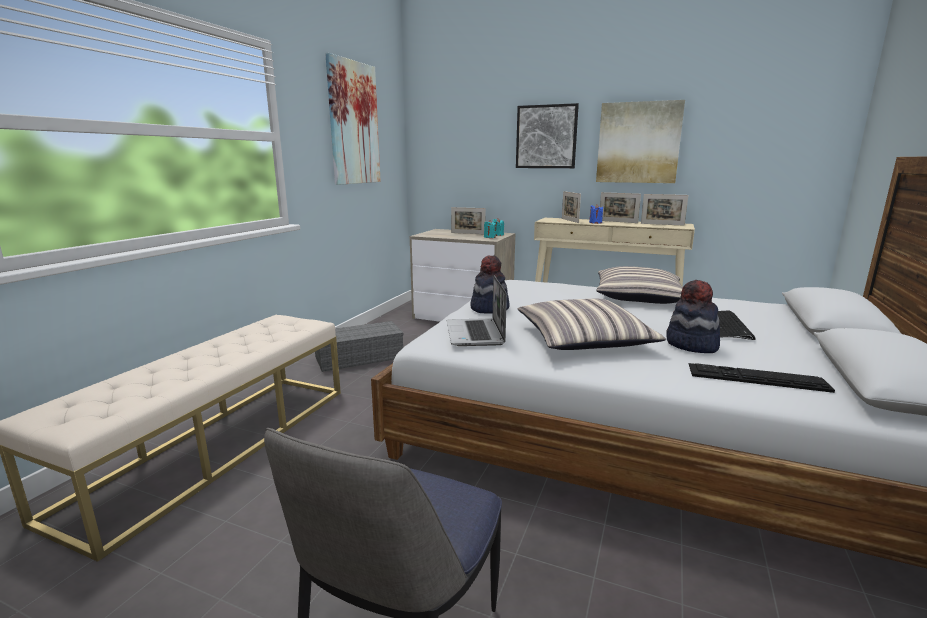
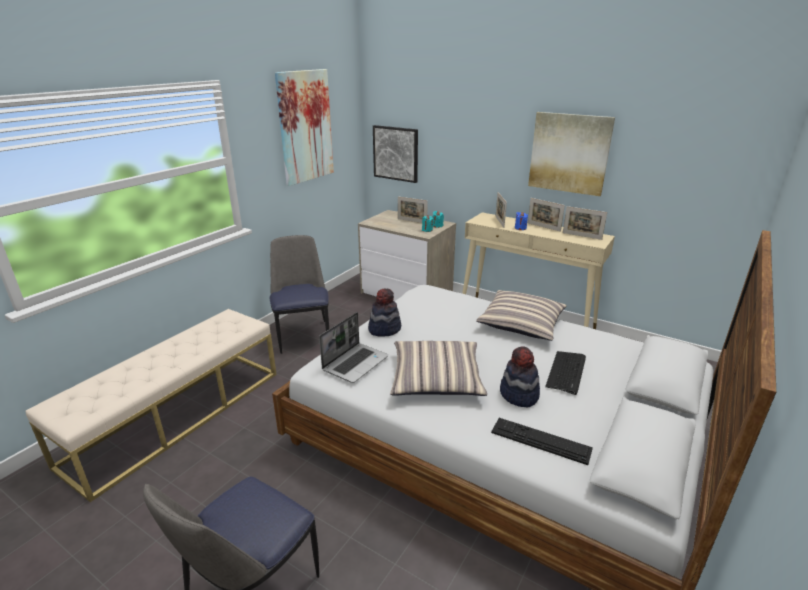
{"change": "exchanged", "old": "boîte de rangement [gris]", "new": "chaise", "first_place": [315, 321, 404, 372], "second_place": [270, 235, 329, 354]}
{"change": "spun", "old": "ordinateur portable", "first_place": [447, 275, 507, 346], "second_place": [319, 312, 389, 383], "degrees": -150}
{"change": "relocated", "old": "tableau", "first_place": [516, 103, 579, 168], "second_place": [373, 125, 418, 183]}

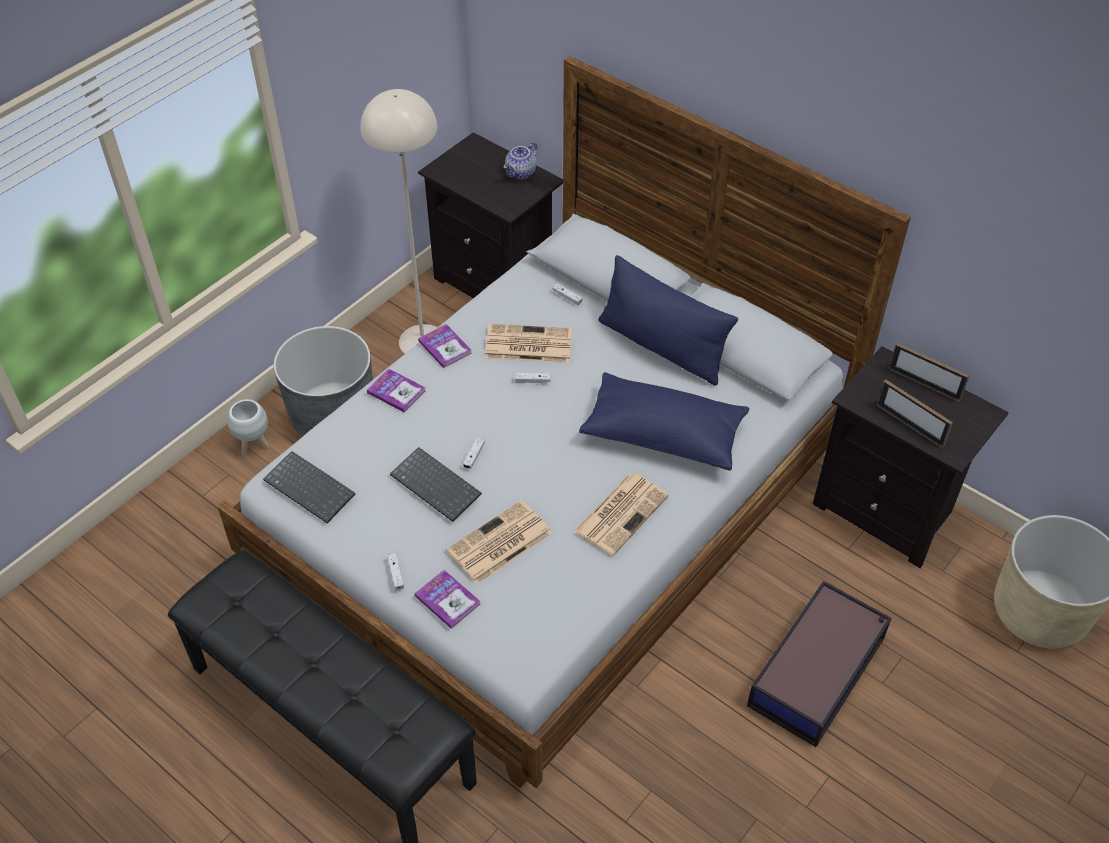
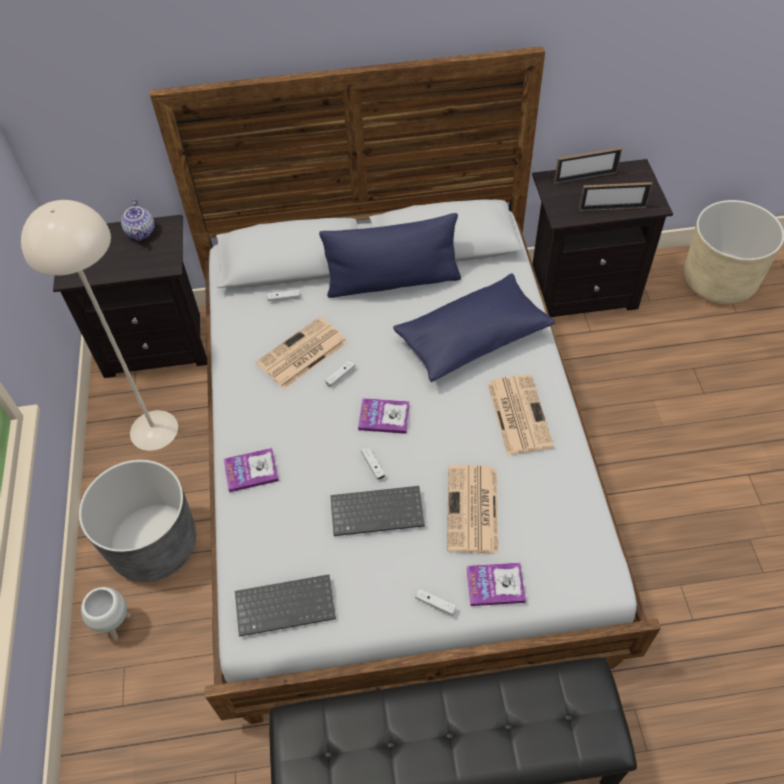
{"change": "relocated", "old": "livre", "first_place": [418, 324, 472, 368], "second_place": [358, 398, 410, 434]}
{"change": "missing", "old": "boîte de rangement", "first_place": [747, 581, 892, 747]}

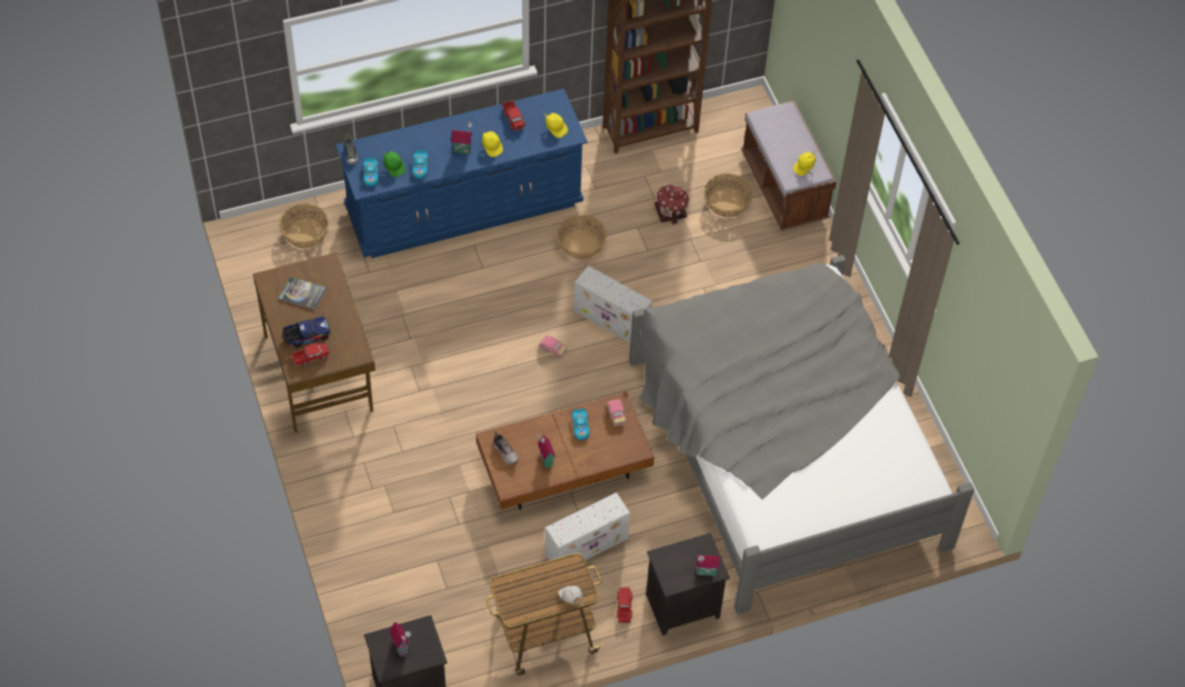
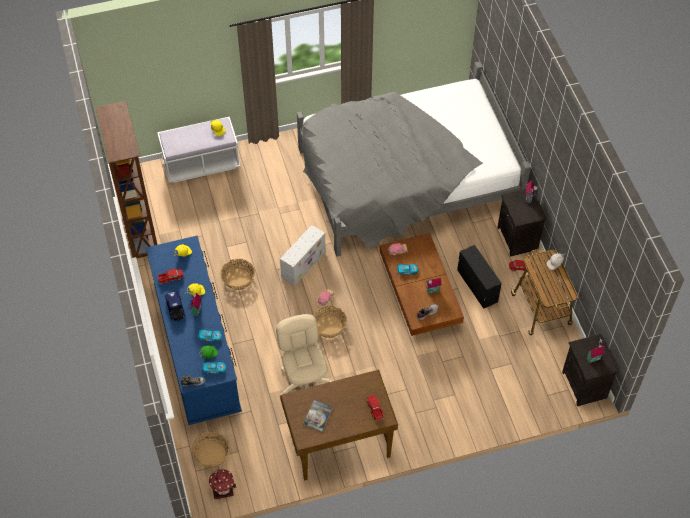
{"change": "relocated", "old": "camion jouet", "first_place": [282, 316, 330, 348], "second_place": [165, 291, 185, 321]}
{"change": "colour", "old": "boîte de rangement [blanc]", "new": "boîte de rangement [noir]", "first_place": [545, 492, 630, 569], "second_place": [457, 245, 502, 309]}
{"change": "relocated", "old": "maison miniature", "first_place": [655, 185, 689, 225], "second_place": [209, 469, 236, 499]}
{"change": "relocated", "old": "panier", "first_place": [704, 173, 753, 217], "second_place": [313, 305, 347, 338]}
{"change": "colour", "old": "banc [marron]", "new": "banc [blanc]", "first_place": [741, 101, 836, 230], "second_place": [157, 117, 240, 183]}
{"change": "appeared", "new": "chaise de bureau [beige]", "second_place": [276, 314, 332, 395]}

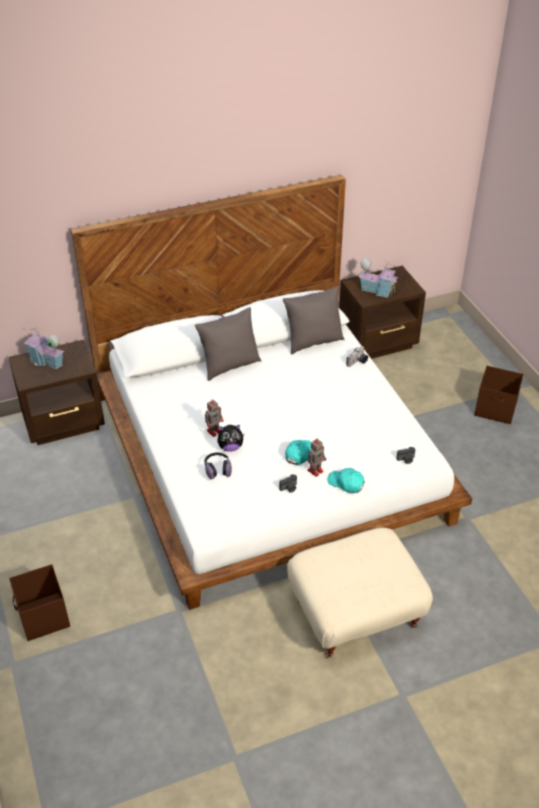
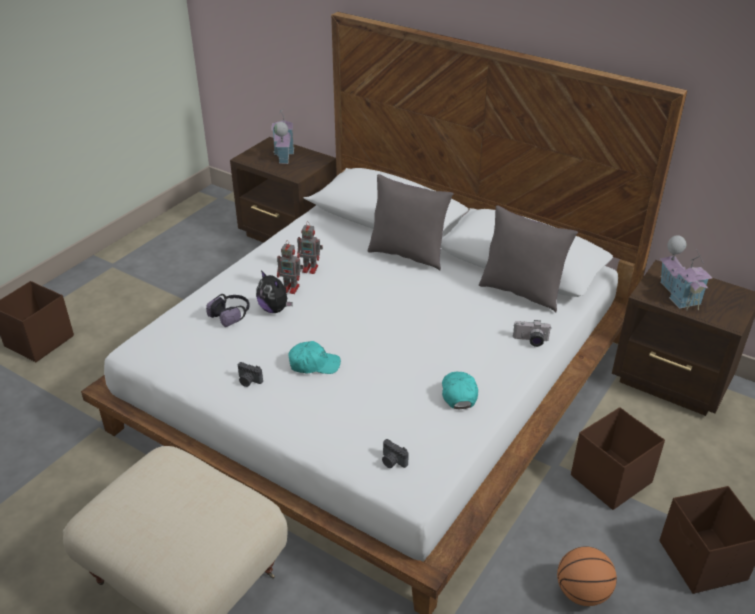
{"change": "relocated", "old": "robot jouet", "first_place": [307, 439, 326, 477], "second_place": [297, 222, 323, 274]}
{"change": "relocated", "old": "casquette [turquoise]", "first_place": [327, 468, 365, 493], "second_place": [442, 372, 478, 409]}
{"change": "appeared", "new": "ballon de basket", "second_place": [557, 546, 617, 606]}
{"change": "appeared", "new": "boîte de rangement [marron]", "second_place": [571, 407, 665, 510]}

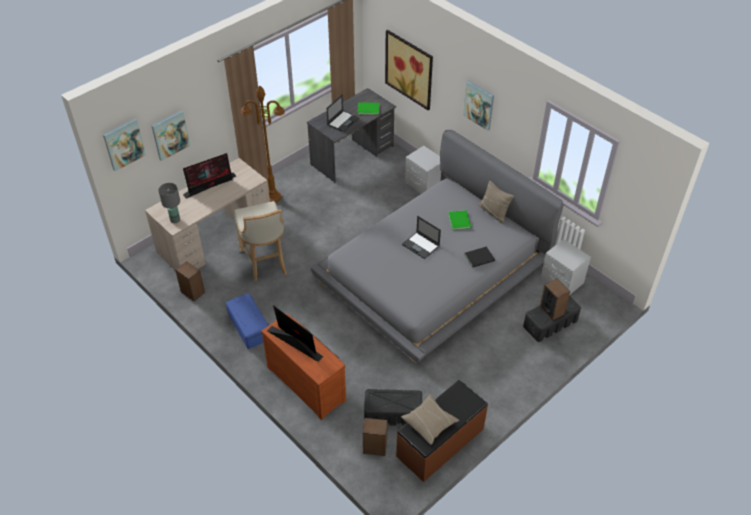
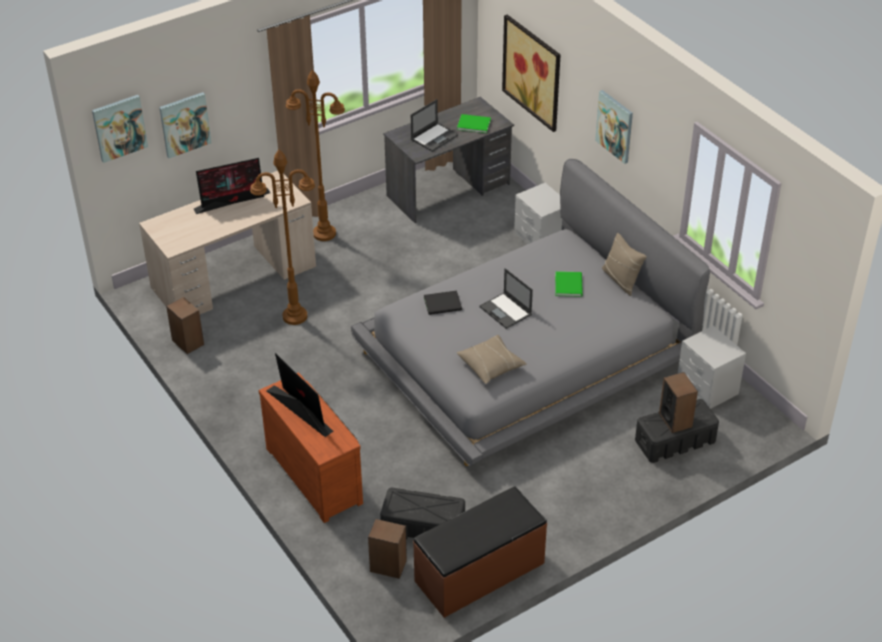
{"change": "missing", "old": "lampe de table [gris]", "first_place": [158, 183, 180, 223]}
{"change": "missing", "old": "boîte de rangement [bleu]", "first_place": [226, 293, 269, 349]}
{"change": "exchanged", "old": "tabouret [beige]", "new": "lampadaire [marron]", "first_place": [234, 201, 287, 281], "second_place": [250, 149, 315, 325]}
{"change": "relocated", "old": "coussin [beige]", "first_place": [401, 395, 459, 445], "second_place": [457, 335, 526, 384]}
{"change": "relocated", "old": "livre [noir]", "first_place": [464, 246, 495, 268], "second_place": [424, 291, 462, 315]}

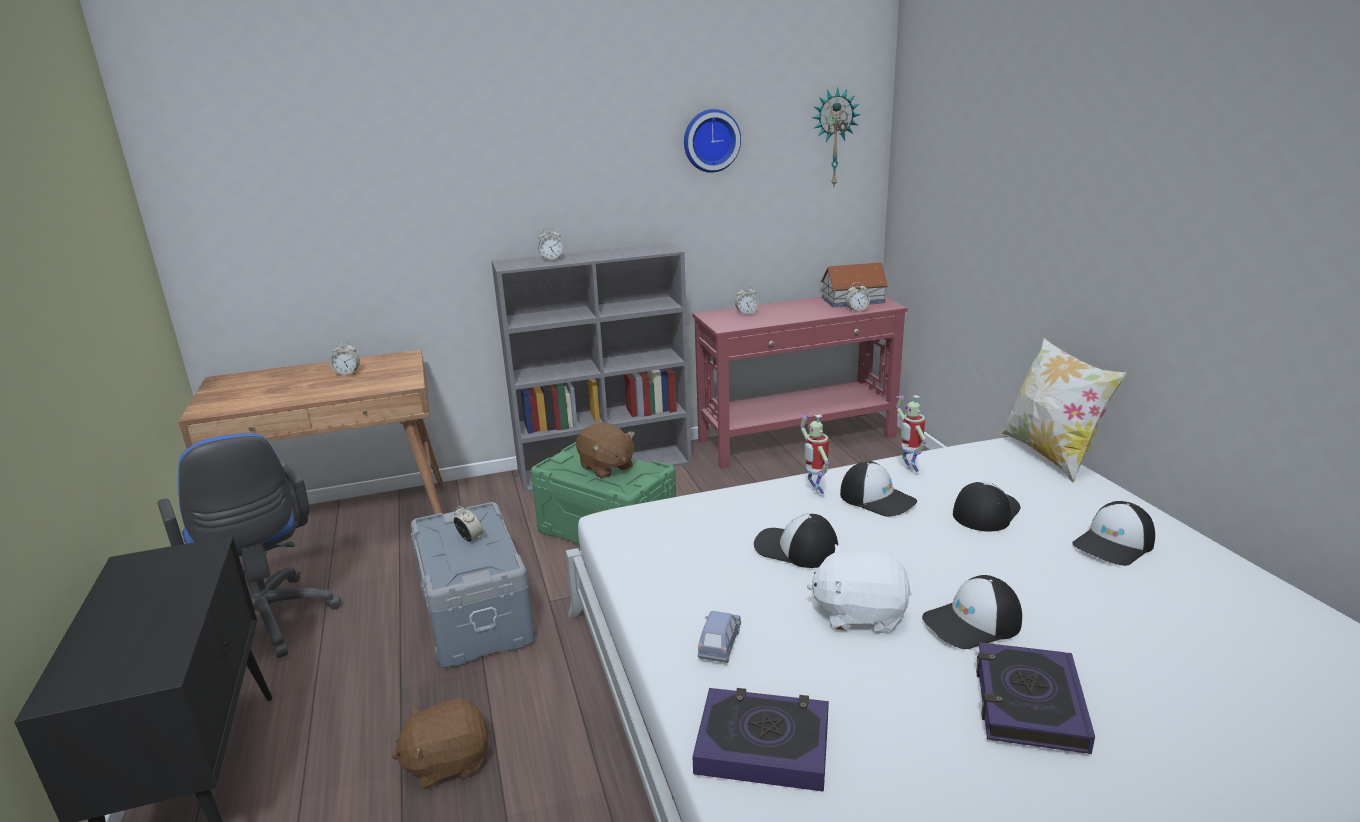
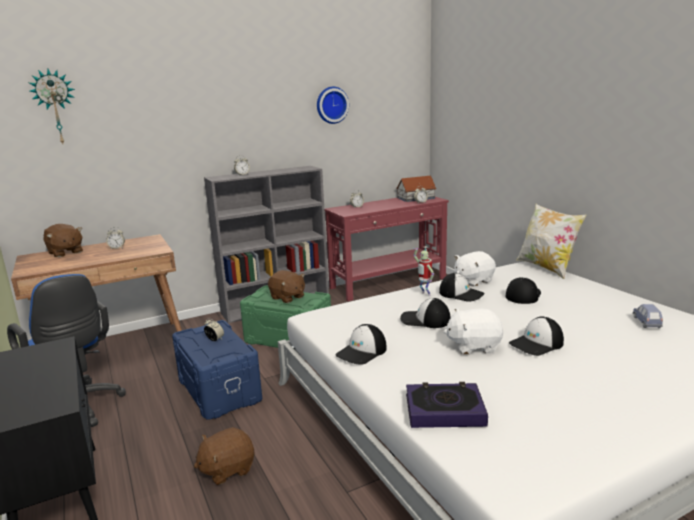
{"change": "colour", "old": "boîte de rangement [gris]", "new": "boîte de rangement [bleu]", "first_place": [411, 502, 535, 668], "second_place": [172, 320, 262, 420]}
{"change": "relocated", "old": "petite voiture [bleu]", "first_place": [698, 611, 741, 663], "second_place": [633, 304, 663, 328]}
{"change": "relocated", "old": "horloge murale", "first_place": [812, 87, 861, 186], "second_place": [28, 69, 75, 144]}
{"change": "exchanged", "old": "robot jouet", "new": "peluche [blanc]", "first_place": [896, 395, 926, 475], "second_place": [455, 251, 496, 286]}
{"change": "missing", "old": "livre", "first_place": [976, 642, 1095, 754]}
{"change": "relocated", "old": "casquette", "first_place": [1072, 501, 1155, 566], "second_place": [336, 324, 387, 365]}
{"change": "appeared", "new": "peluche [marron]", "second_place": [43, 224, 83, 257]}

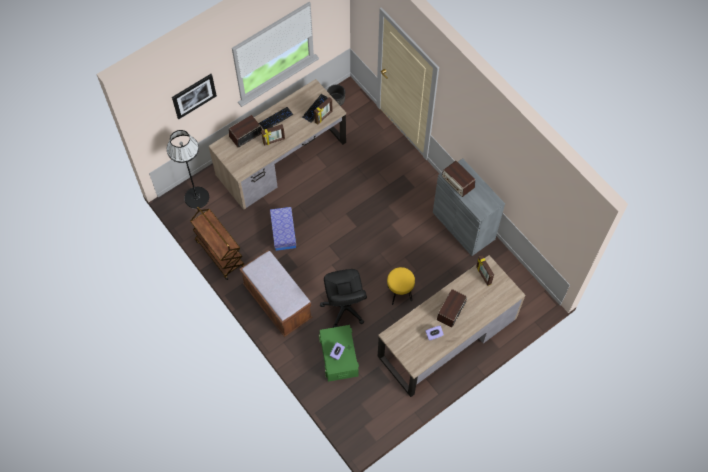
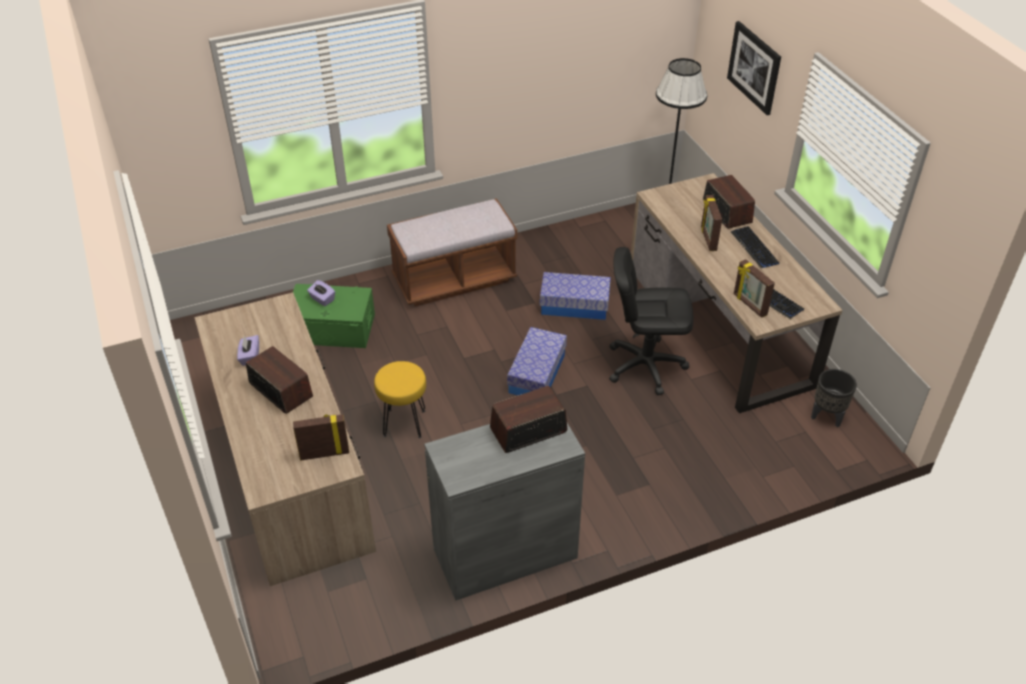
{"change": "missing", "old": "chariot [marron]", "first_place": [190, 207, 245, 280]}
{"change": "relocated", "old": "chaise de bureau [noir]", "first_place": [320, 269, 367, 328], "second_place": [609, 247, 693, 395]}
{"change": "appeared", "new": "boîte de rangement", "second_place": [507, 327, 567, 396]}

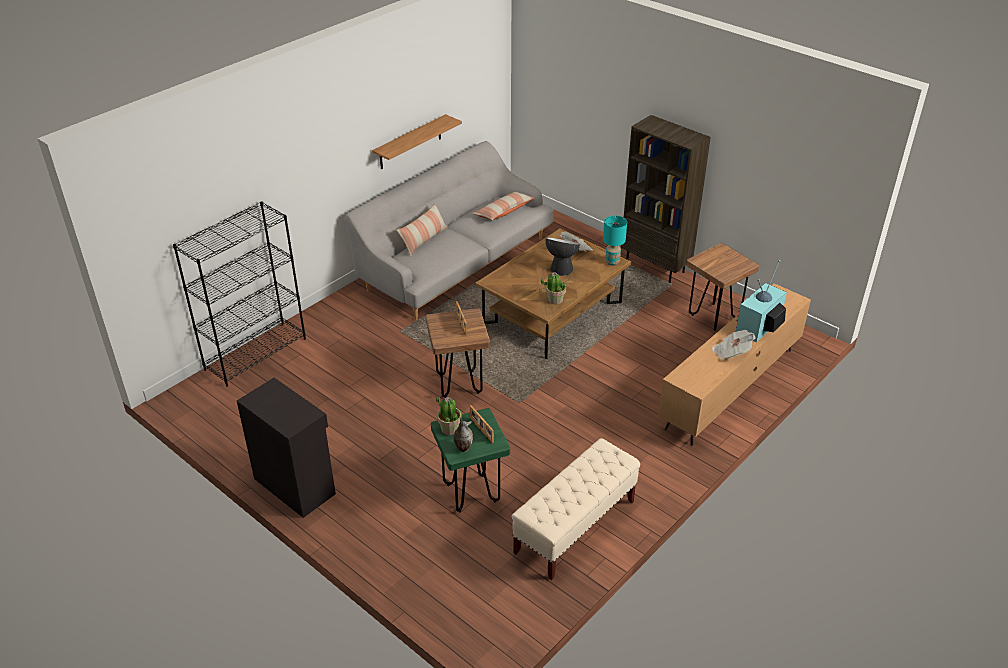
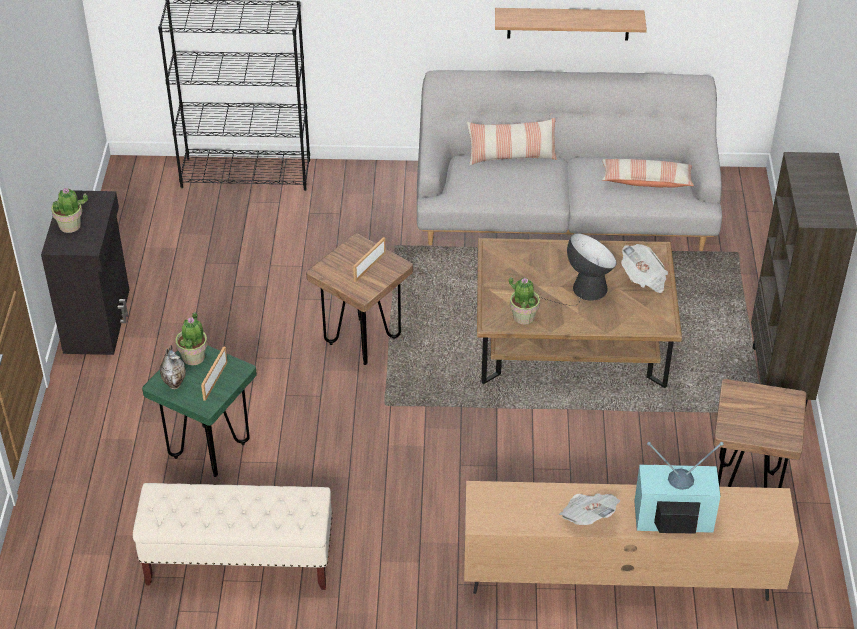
{"change": "missing", "old": "lampe de table [turquoise]", "first_place": [603, 215, 627, 265]}
{"change": "appeared", "new": "plante en pot", "second_place": [51, 188, 88, 233]}

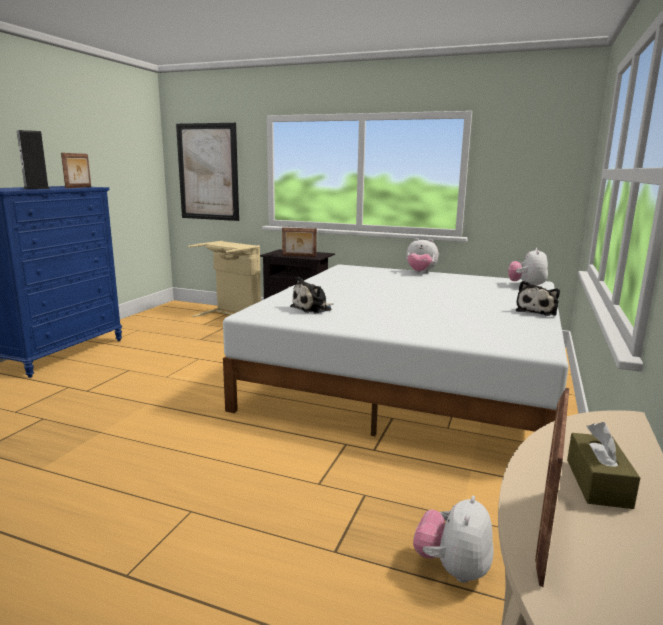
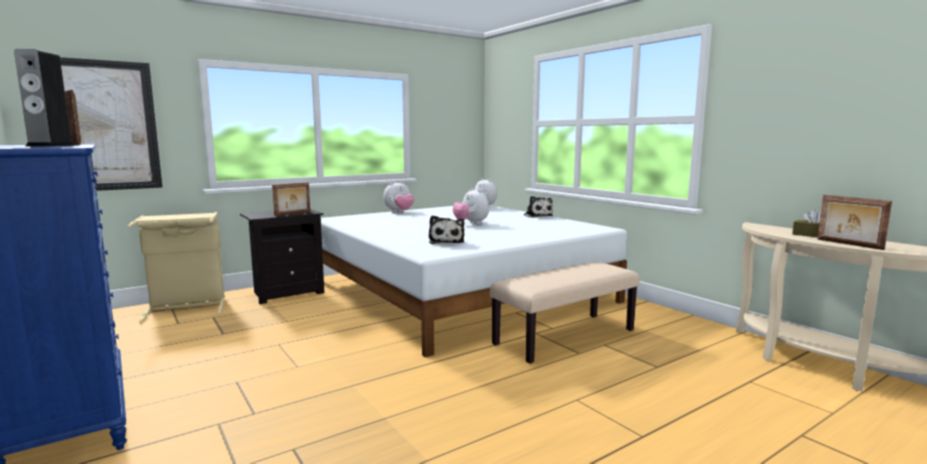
{"change": "relocated", "old": "peluche", "first_place": [413, 495, 493, 583], "second_place": [453, 188, 489, 224]}
{"change": "appeared", "new": "banc [beige]", "second_place": [490, 262, 640, 364]}

